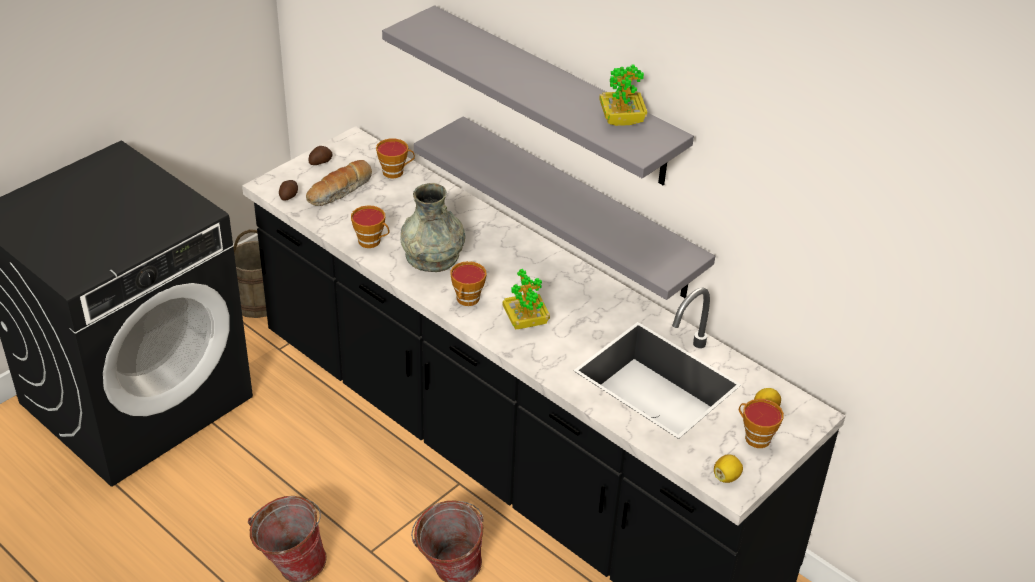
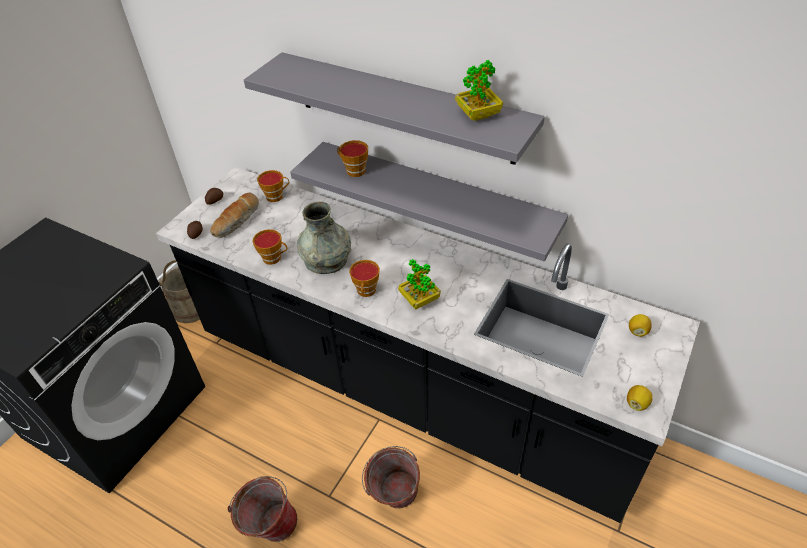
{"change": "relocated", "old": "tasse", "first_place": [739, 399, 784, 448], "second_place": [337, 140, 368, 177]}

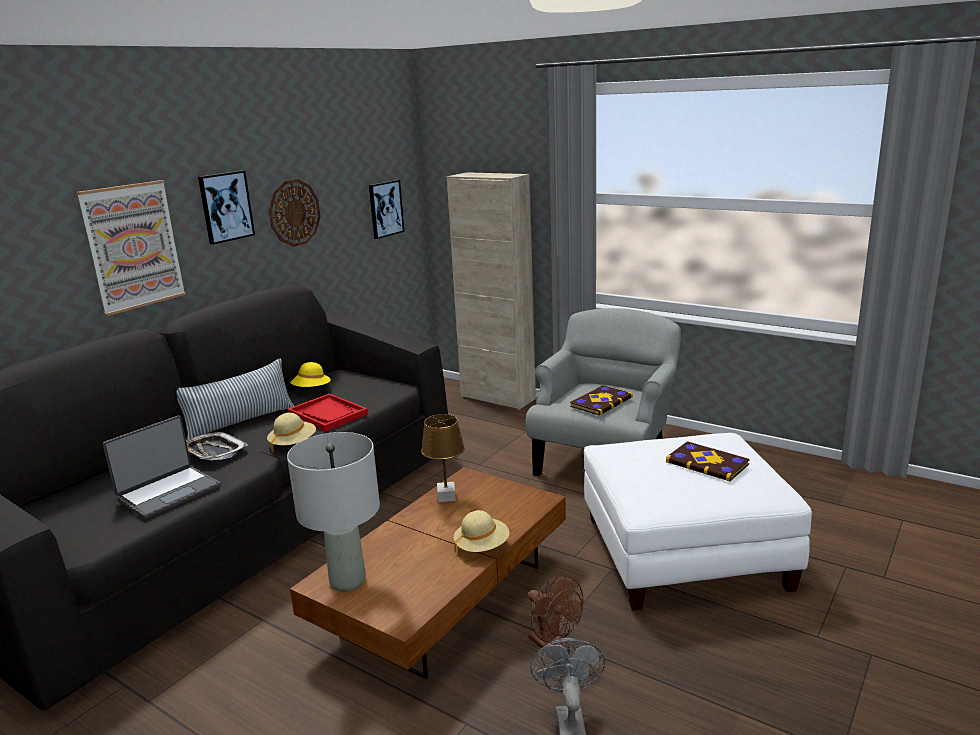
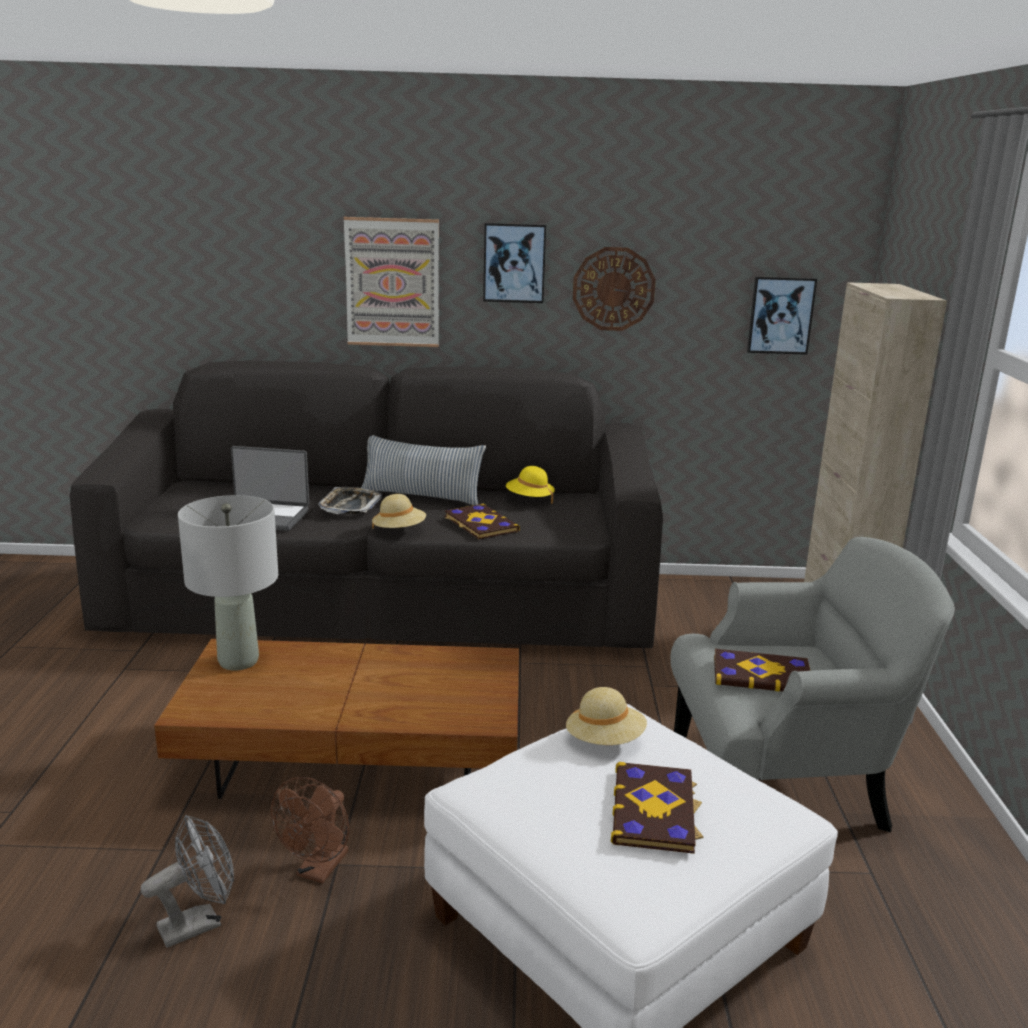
{"change": "exchanged", "old": "plateau [rouge]", "new": "livre", "first_place": [288, 394, 368, 432], "second_place": [445, 503, 520, 539]}
{"change": "missing", "old": "lampe de table [marron]", "first_place": [421, 414, 465, 502]}
{"change": "relocated", "old": "chapeau [beige]", "first_place": [454, 510, 509, 553], "second_place": [566, 687, 647, 745]}

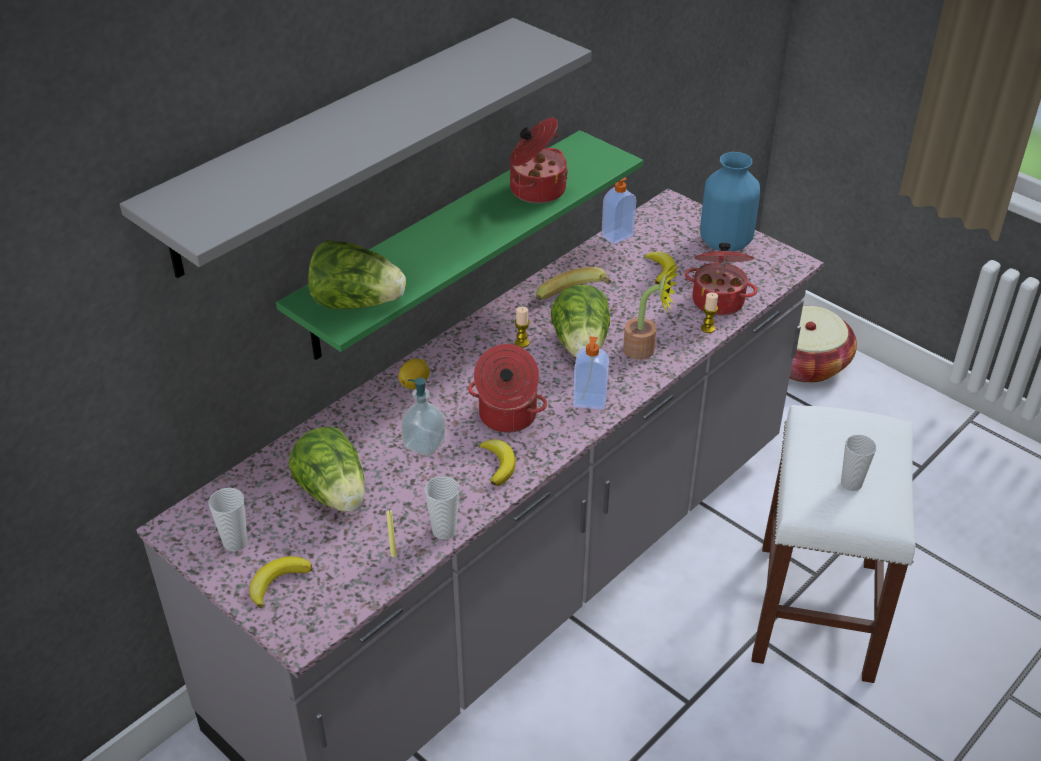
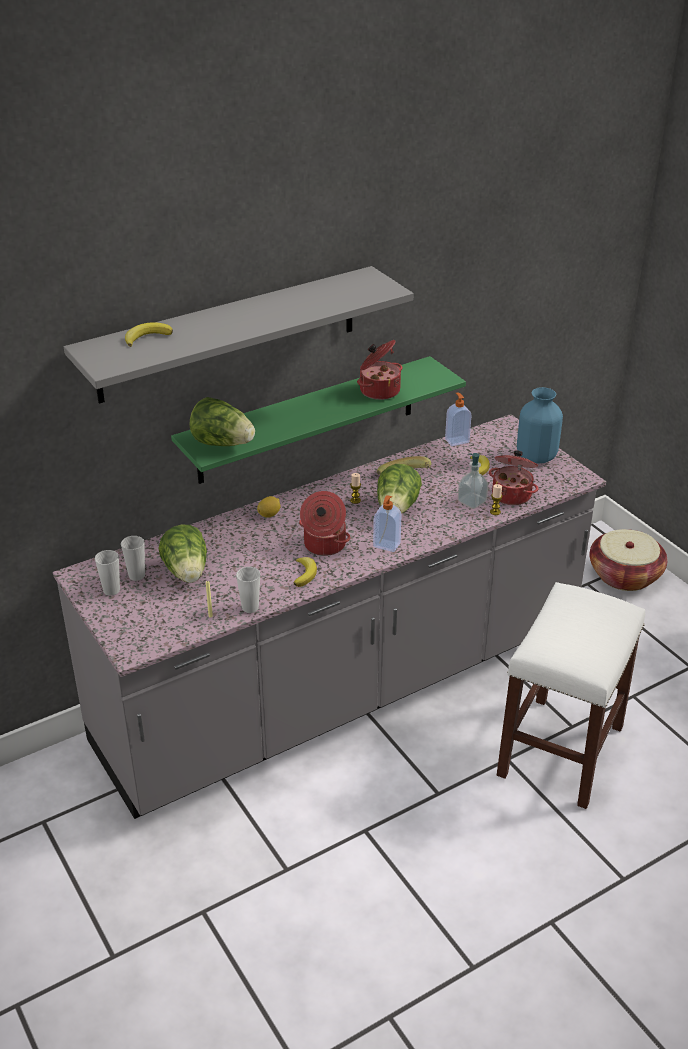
{"change": "relocated", "old": "banane", "first_place": [249, 556, 312, 608], "second_place": [125, 322, 173, 347]}
{"change": "relocated", "old": "distributeur de savon", "first_place": [401, 378, 446, 456], "second_place": [458, 453, 488, 509]}
{"change": "missing", "old": "plante en pot", "first_place": [623, 263, 679, 360]}
{"change": "relocated", "old": "tasse", "first_place": [841, 435, 876, 491], "second_place": [121, 536, 145, 581]}

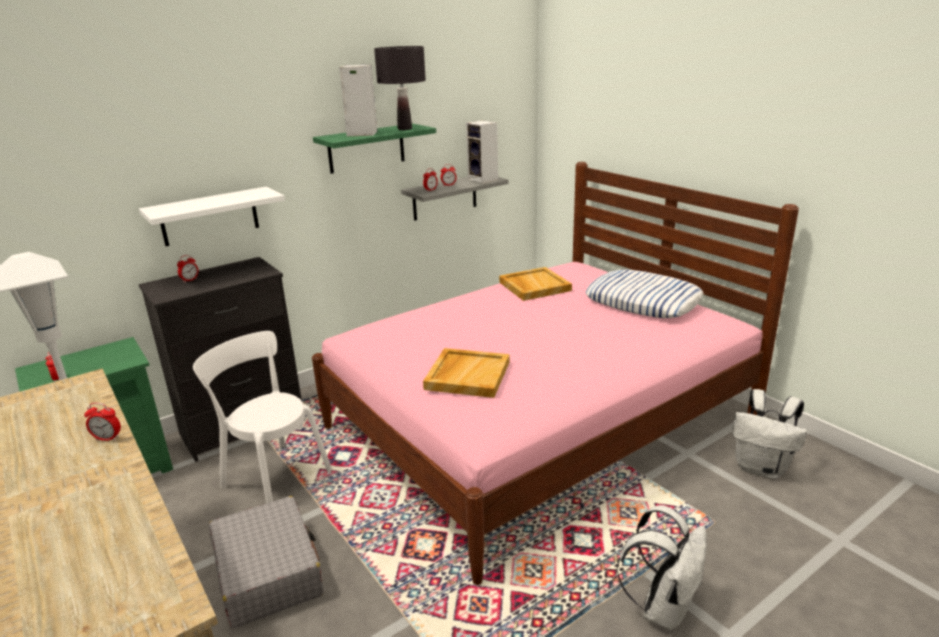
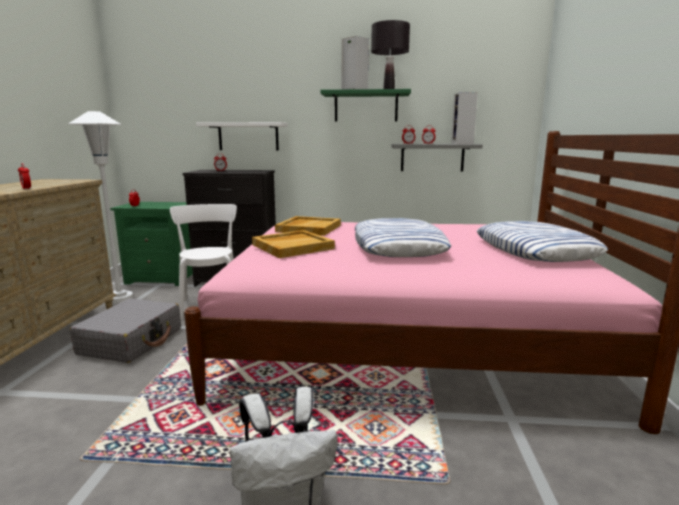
{"change": "relocated", "old": "plateau [beige]", "first_place": [499, 267, 572, 301], "second_place": [275, 216, 341, 236]}
{"change": "missing", "old": "sac à dos [blanc]", "first_place": [732, 389, 807, 479]}
{"change": "appeared", "new": "coussin", "second_place": [355, 218, 452, 257]}

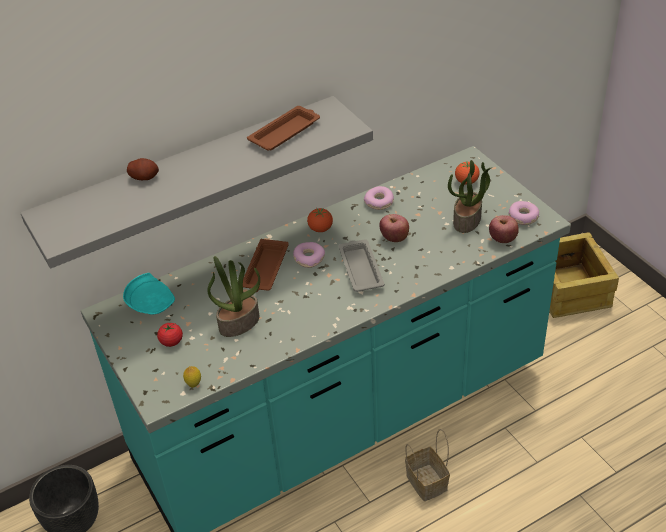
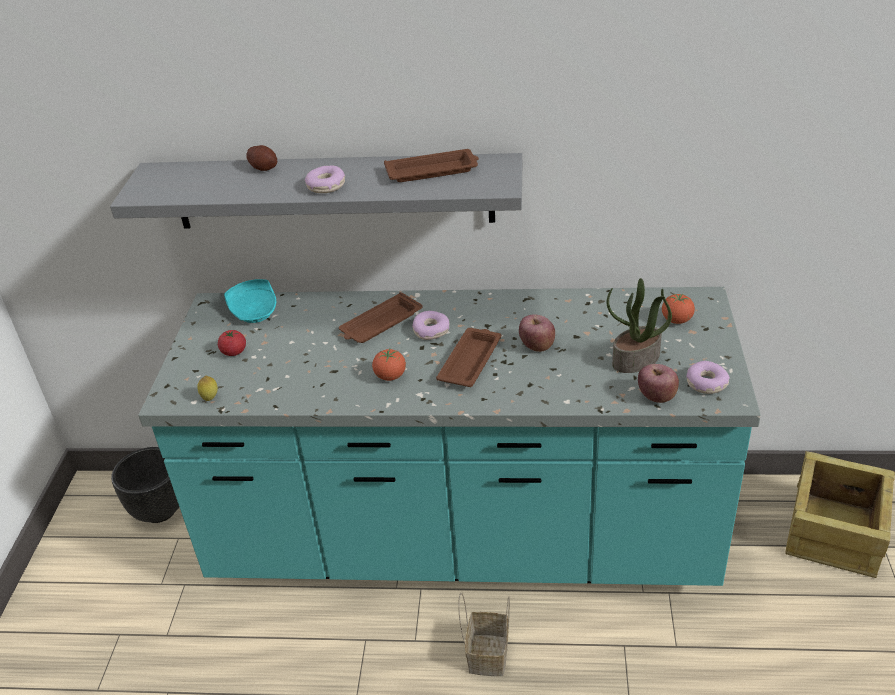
{"change": "missing", "old": "plante en pot", "first_place": [208, 256, 260, 337]}
{"change": "relocated", "old": "tomate", "first_place": [307, 208, 333, 232], "second_place": [372, 349, 406, 381]}
{"change": "colour", "old": "plateau [gris]", "new": "plateau [marron]", "first_place": [338, 240, 384, 292], "second_place": [436, 328, 501, 387]}
{"change": "relocated", "old": "beignet", "first_place": [364, 186, 394, 210], "second_place": [305, 165, 345, 193]}

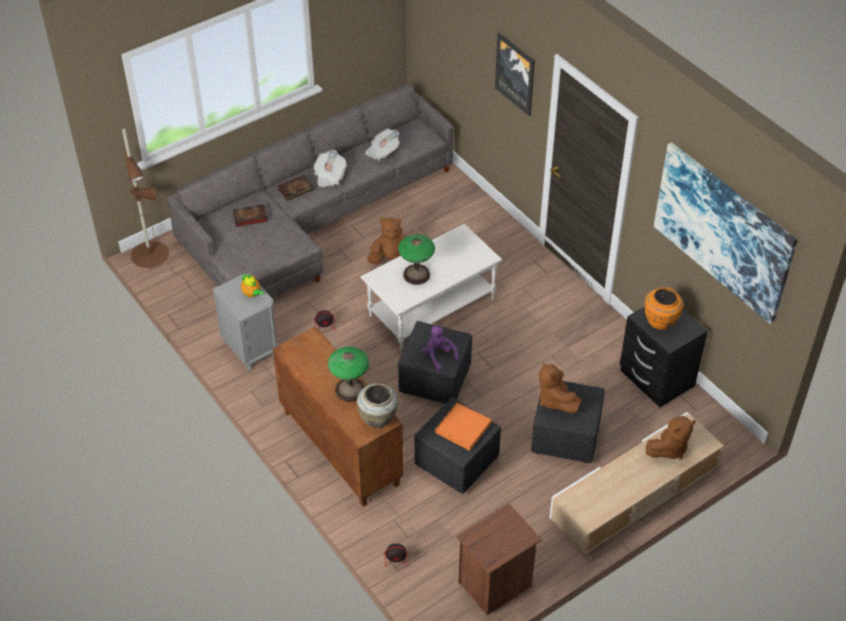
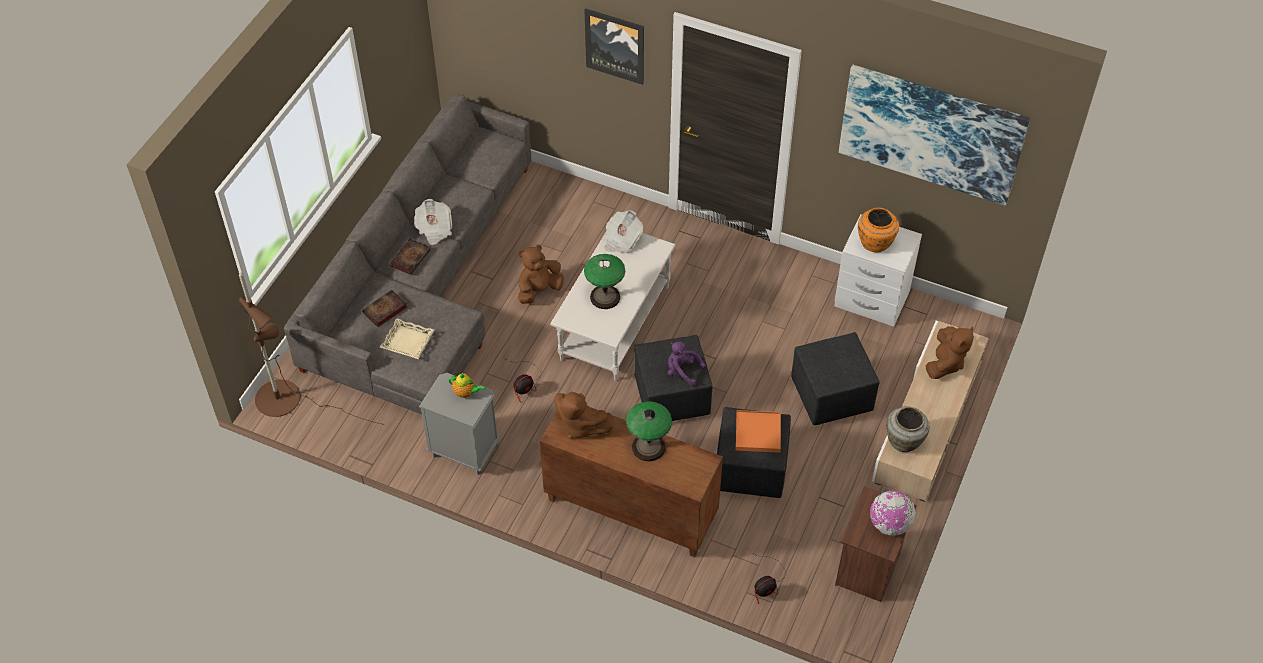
{"change": "relocated", "old": "vase [beige]", "first_place": [357, 383, 398, 428], "second_place": [886, 406, 930, 452]}
{"change": "relocated", "old": "journal", "first_place": [365, 129, 399, 161], "second_place": [604, 210, 643, 253]}
{"change": "relocated", "old": "peluche [marron]", "first_place": [539, 362, 581, 413], "second_place": [554, 392, 614, 439]}
{"change": "colour", "old": "table de chevet [noir]", "new": "table de chevet [blanc]", "first_place": [620, 307, 708, 407], "second_place": [834, 214, 922, 327]}
{"change": "appeared", "new": "plateau [beige]", "second_place": [380, 318, 435, 359]}
{"change": "appeared", "new": "globe", "second_place": [870, 491, 916, 536]}

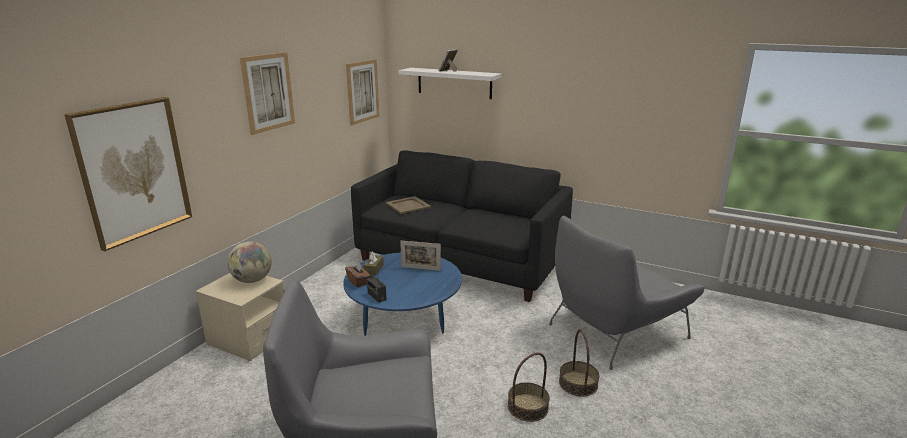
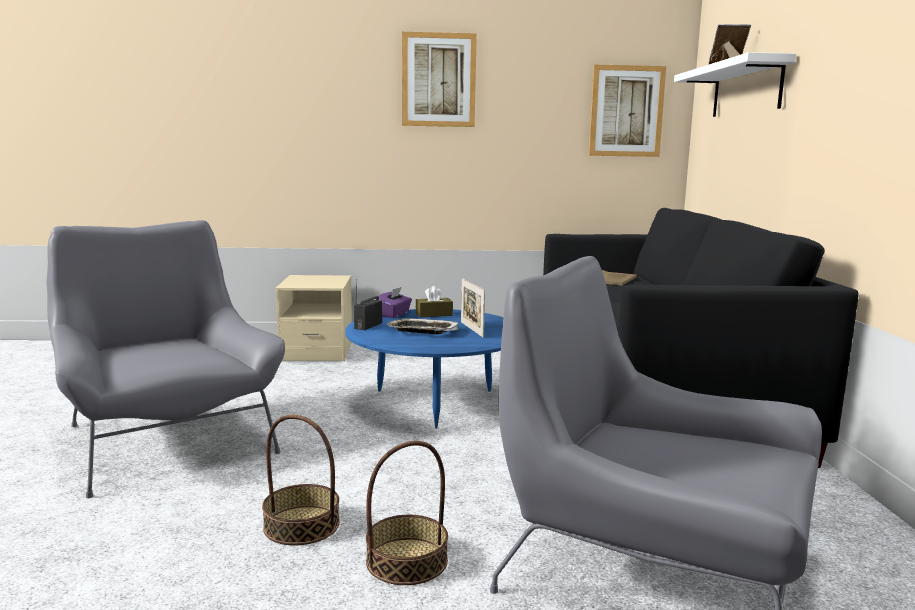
{"change": "missing", "old": "tableau", "first_place": [64, 97, 192, 251]}
{"change": "missing", "old": "globe", "first_place": [227, 241, 272, 283]}
{"change": "colour", "old": "boîte à mouchoirs [marron]", "new": "boîte à mouchoirs [violet]", "first_place": [345, 262, 370, 287], "second_place": [378, 287, 412, 318]}
{"change": "appeared", "new": "plateau", "second_place": [387, 318, 458, 334]}

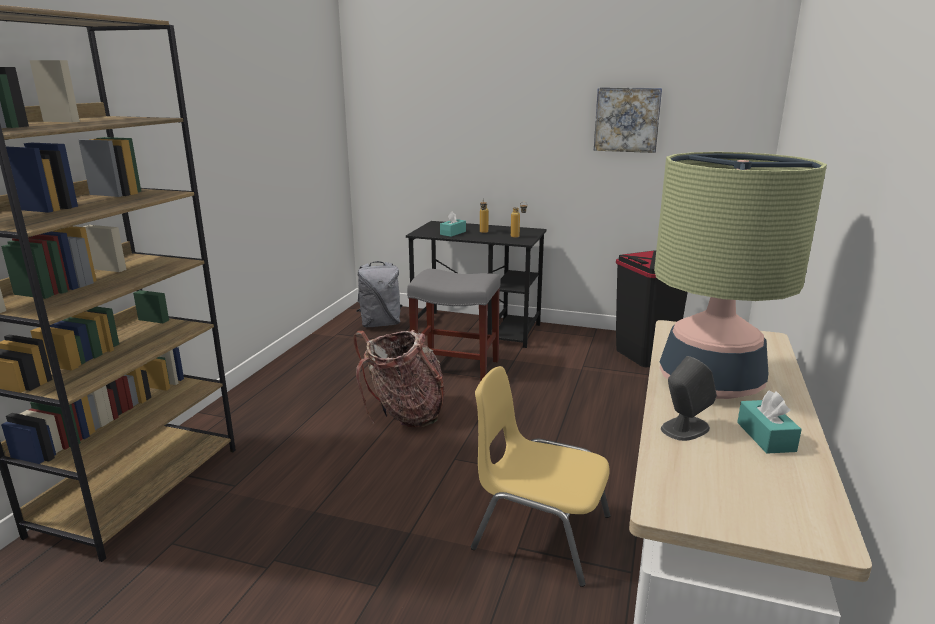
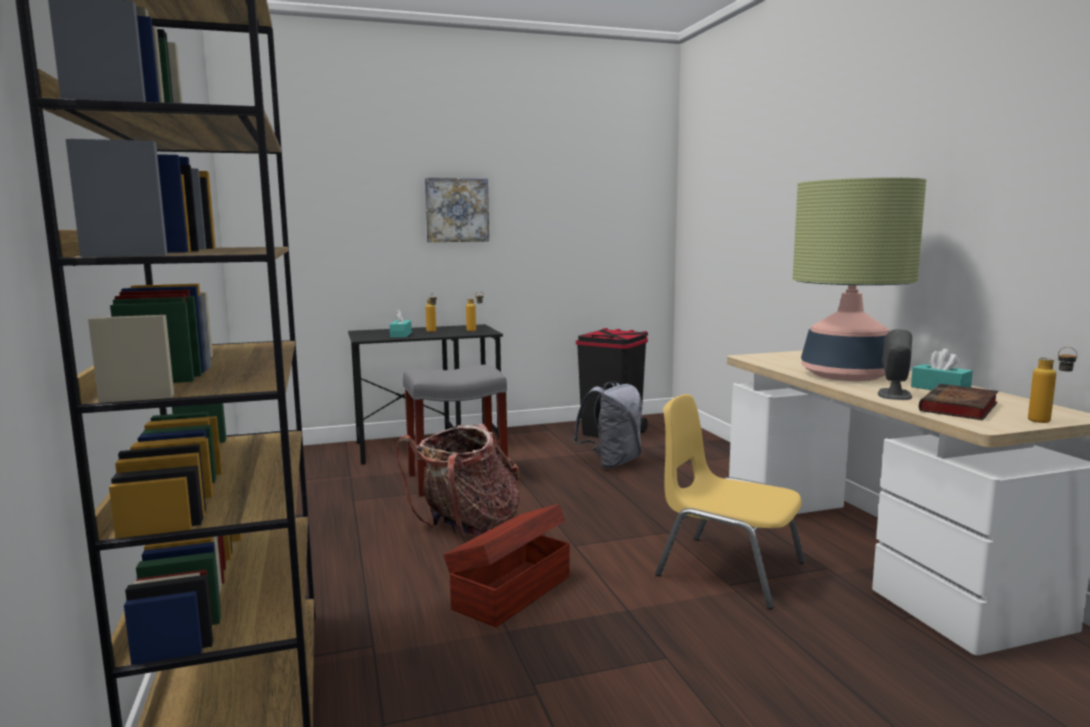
{"change": "relocated", "old": "sac à dos [gris]", "first_place": [357, 261, 402, 327], "second_place": [573, 381, 642, 469]}
{"change": "spun", "old": "chaise [jaune]", "first_place": [471, 366, 610, 587], "second_place": [655, 394, 805, 609], "degrees": 45}
{"change": "relocated", "old": "tableau", "first_place": [594, 87, 662, 153], "second_place": [425, 178, 489, 242]}
{"change": "appeared", "new": "boîte de rangement [marron]", "second_place": [443, 504, 570, 627]}
{"change": "appeared", "new": "livre", "second_place": [919, 384, 999, 420]}
{"change": "appeared", "new": "bouteille", "second_place": [1028, 347, 1078, 423]}

